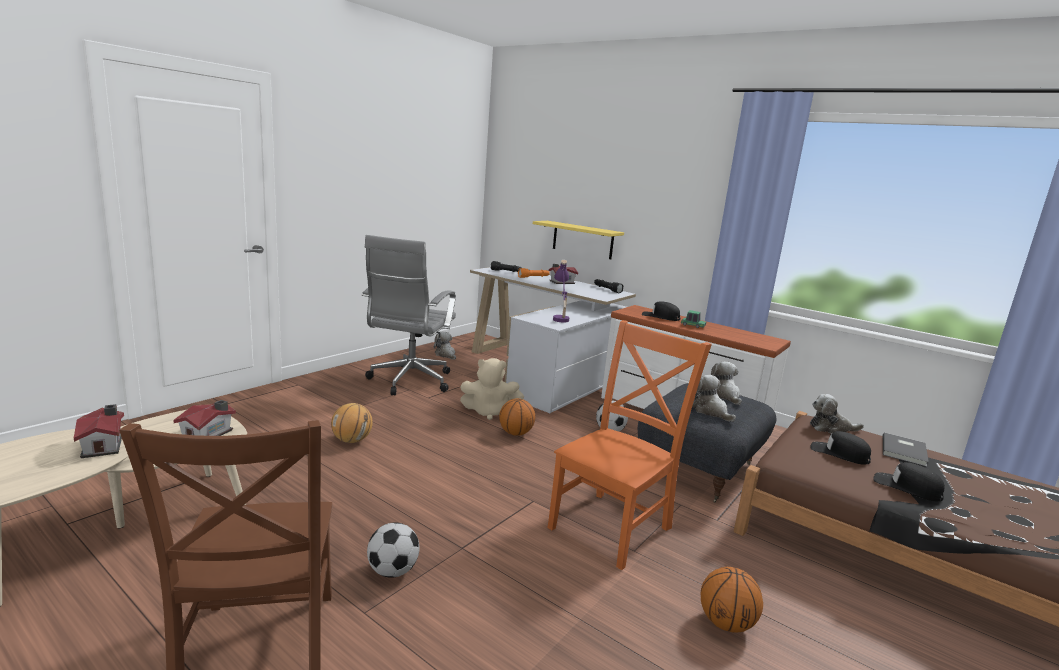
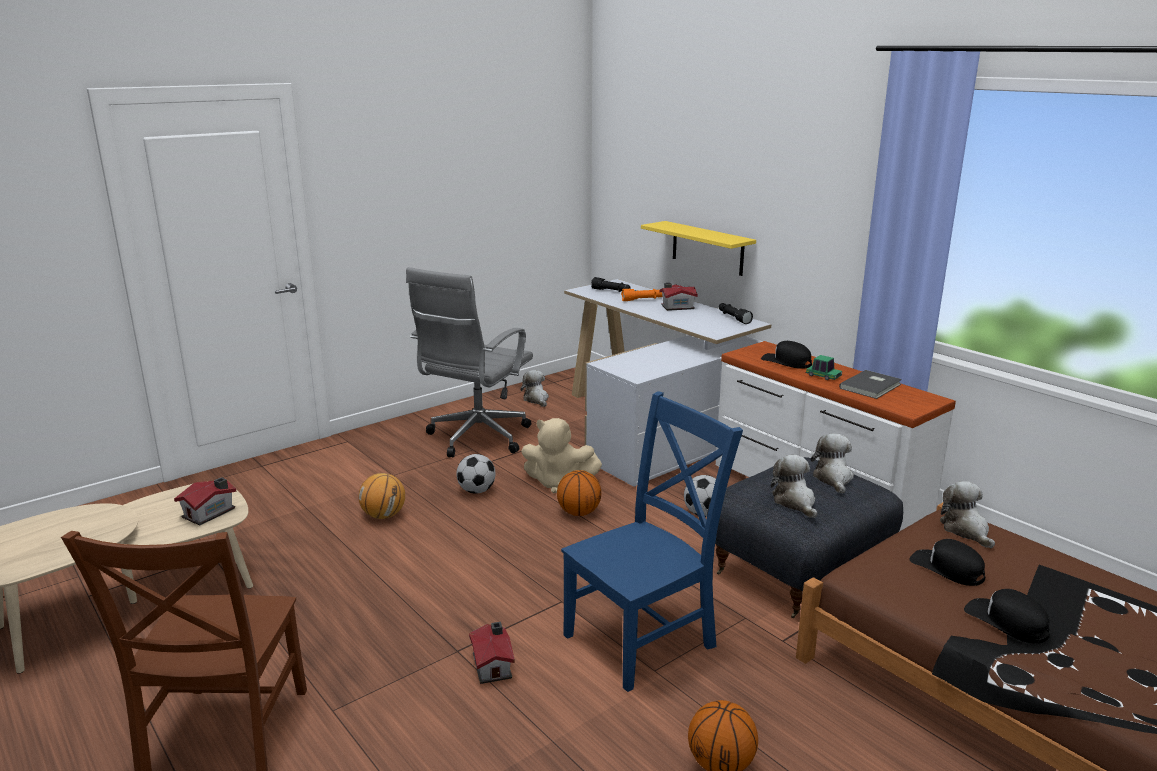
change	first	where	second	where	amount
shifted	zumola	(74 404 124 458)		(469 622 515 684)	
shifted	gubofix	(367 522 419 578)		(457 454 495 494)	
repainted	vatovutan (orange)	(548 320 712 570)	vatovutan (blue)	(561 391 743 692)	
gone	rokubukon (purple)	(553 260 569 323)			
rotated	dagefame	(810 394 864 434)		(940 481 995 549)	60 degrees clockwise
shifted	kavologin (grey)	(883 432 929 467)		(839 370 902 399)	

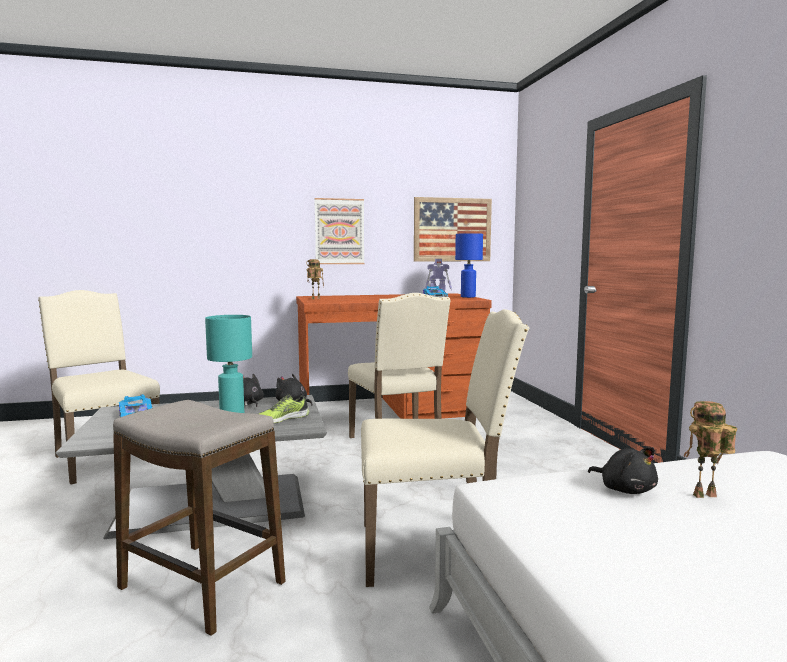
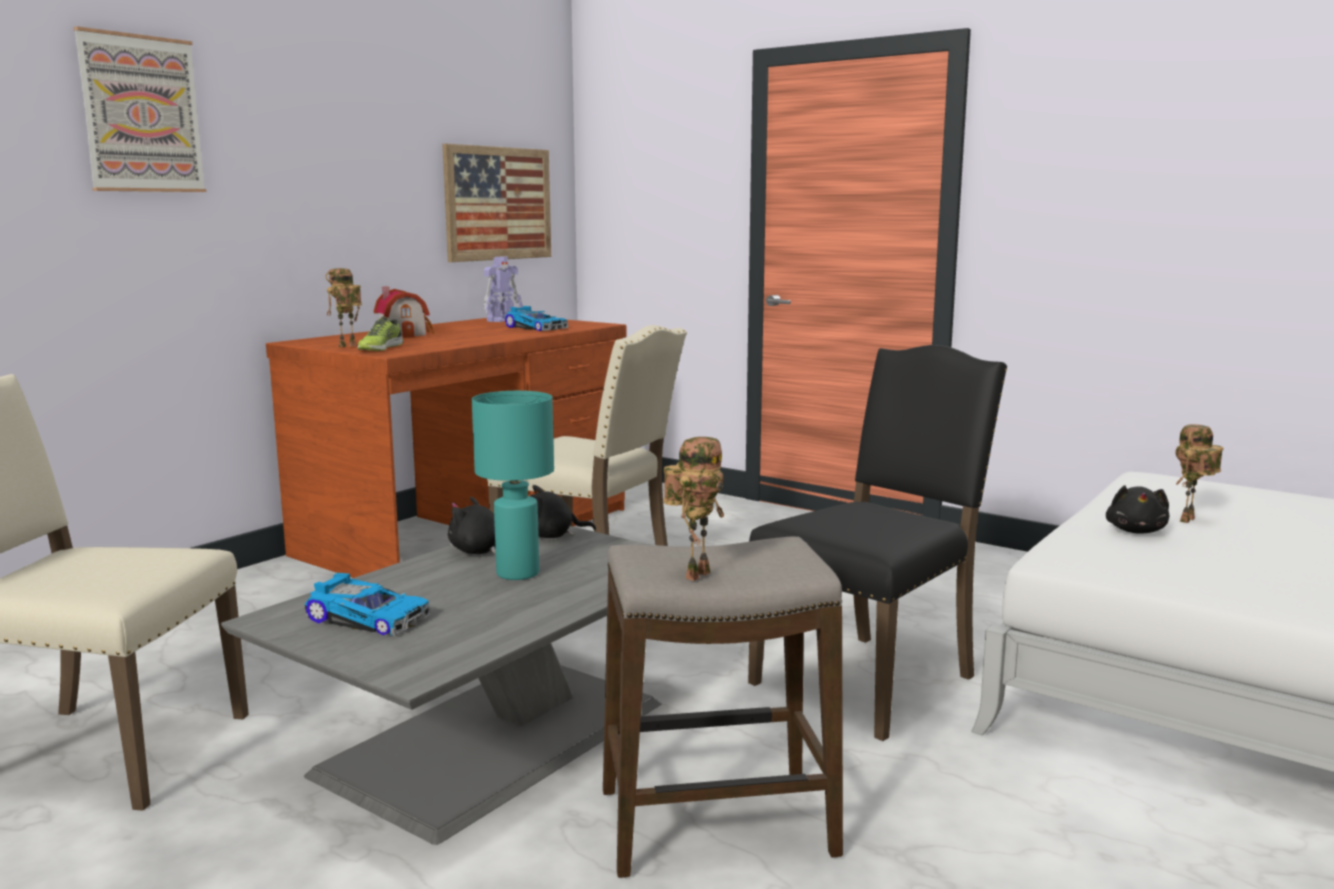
change	first	where	second	where	amount
shifted	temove	(259 394 309 423)		(357 317 403 351)	
shifted	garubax	(315 198 364 264)		(73 26 206 192)	
repainted	vatovutan (beige)	(361 309 529 587)	vatovutan (black)	(748 345 1007 741)	
gone	rokubukon (blue)	(455 233 483 298)			
rotated	dagefame (black)	(588 447 658 494)		(1106 485 1169 534)	90 degrees clockwise
new			zumola	(374 286 435 338)	
new			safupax	(664 437 724 581)	

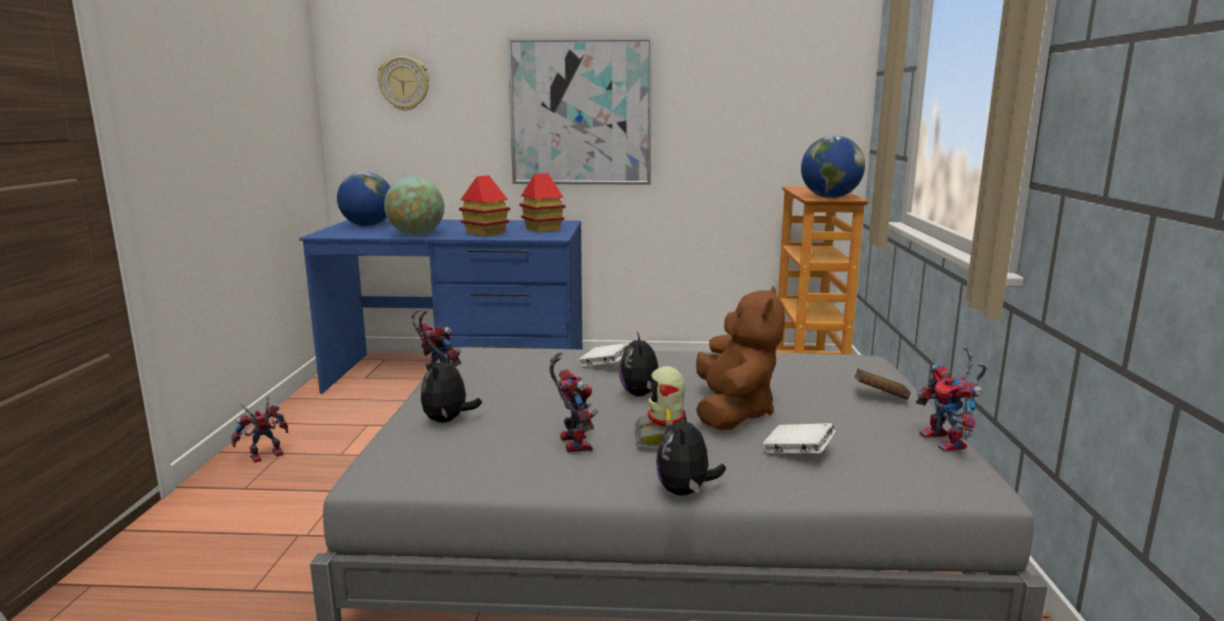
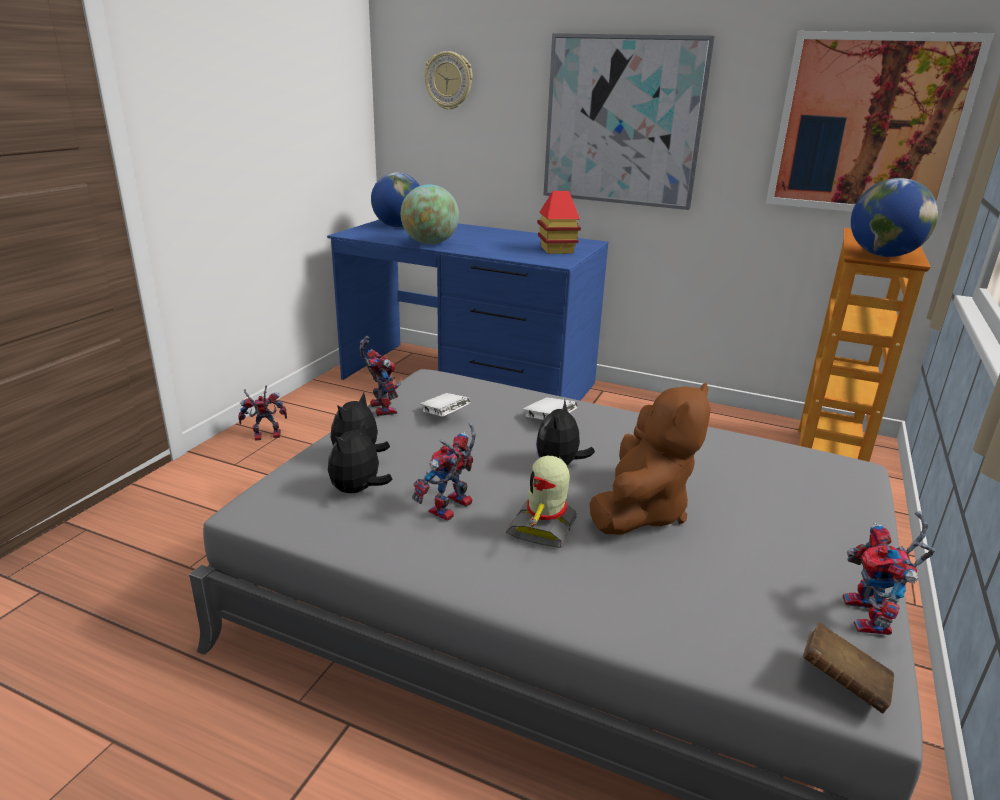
change	first	where	second	where	amount
gone	zumola	(459 175 510 237)			
rotated	safupax	(549 352 598 453)		(412 423 476 521)	150 degrees counterclockwise
shifted	dagefame	(656 409 726 496)		(328 420 392 493)	
shifted	kavologin (white)	(763 423 835 454)		(421 393 470 417)	
shifted	kavologin (brown)	(854 368 911 400)		(803 622 894 714)	
new			garubax	(766 31 994 220)	

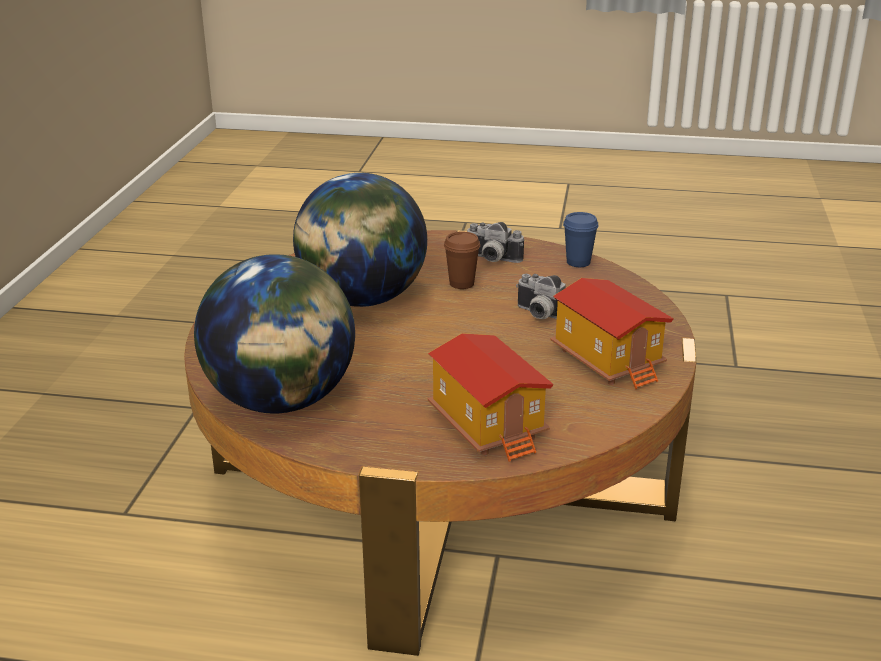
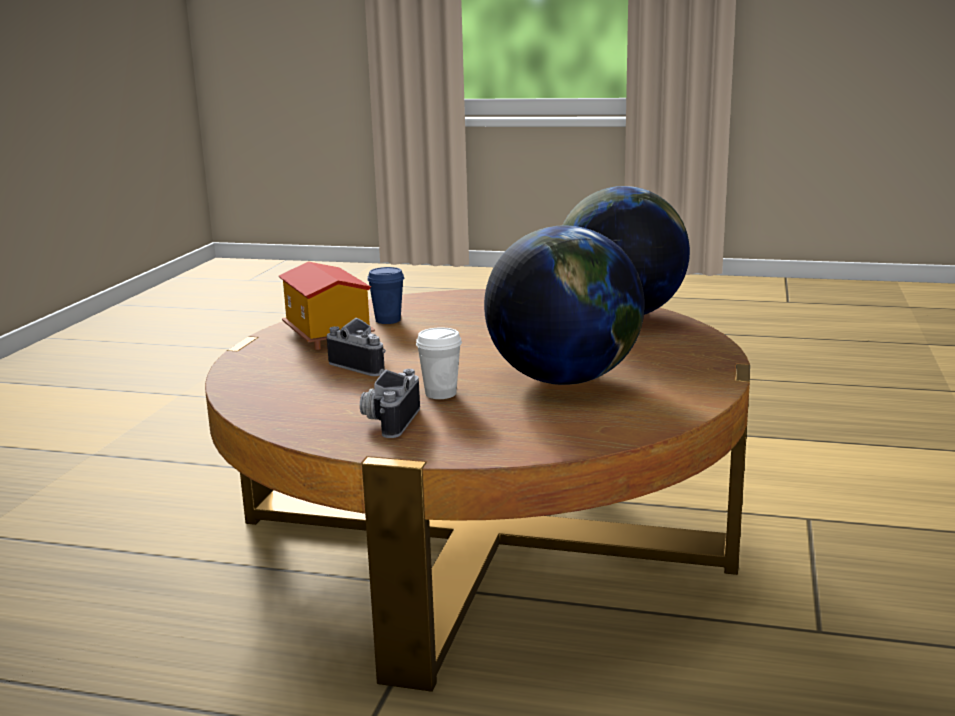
change	first	where	second	where	amount
gone	zumola	(428 333 554 462)			
repainted	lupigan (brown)	(444 232 480 289)	lupigan (white)	(416 327 462 399)	
rotated	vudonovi	(467 222 524 263)		(360 369 420 438)	105 degrees counterclockwise
shifted	lupigan (blue)	(563 212 599 267)		(367 267 404 324)	

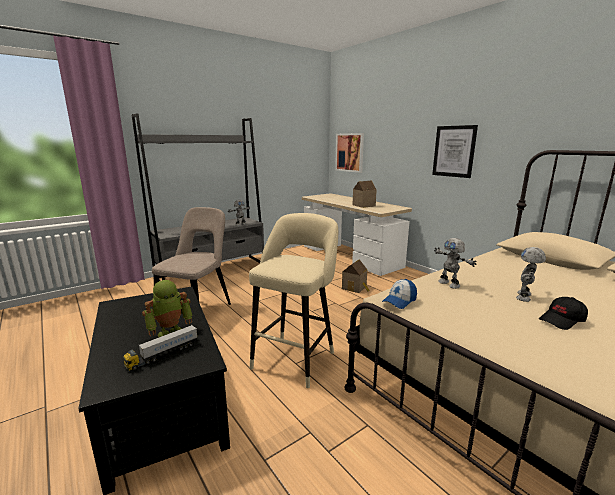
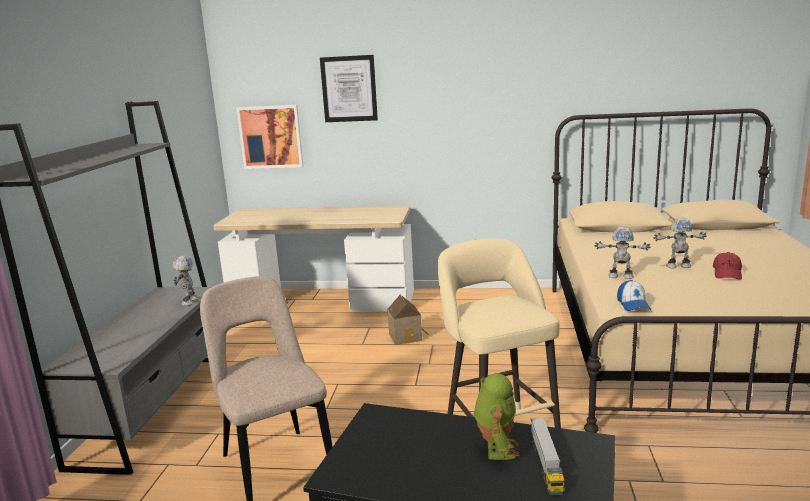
change	first	where	second	where	amount
gone	zumola	(352 181 377 208)			
shifted	garubax	(432 125 478 178)		(320 55 378 122)	
rotated	safupax	(516 247 546 302)		(654 218 707 268)	75 degrees counterclockwise
repainted	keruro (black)	(539 297 588 330)	keruro (red)	(713 252 742 280)	

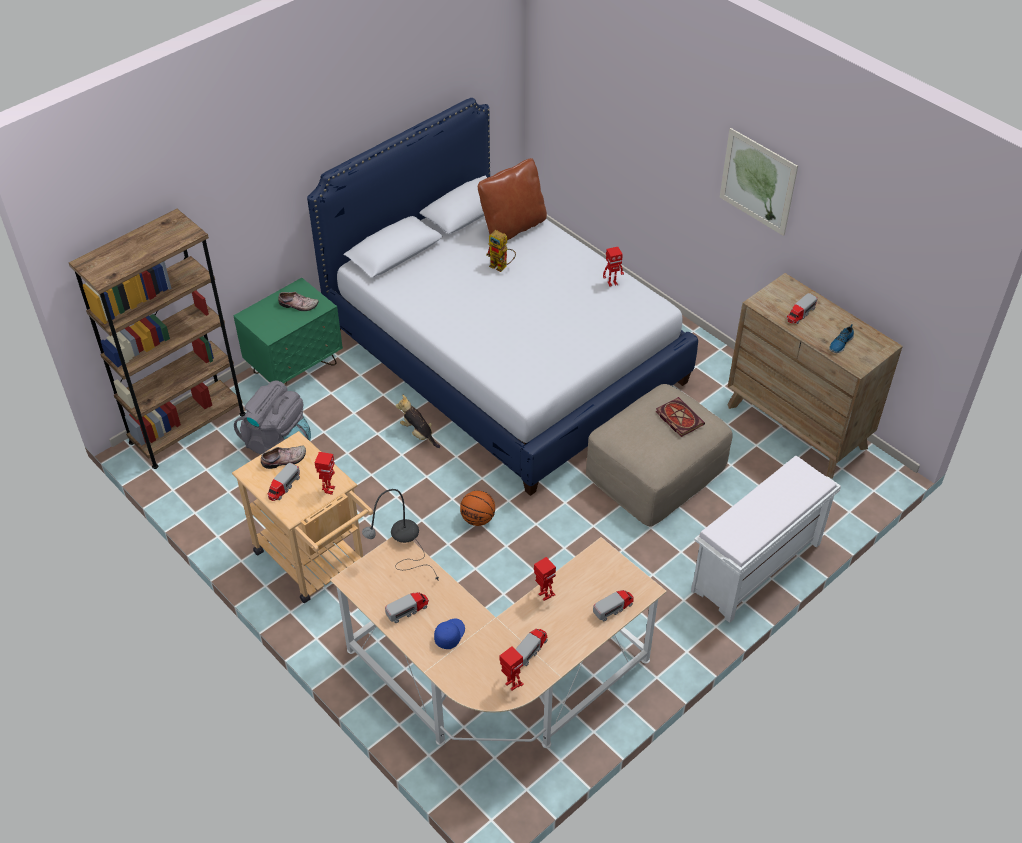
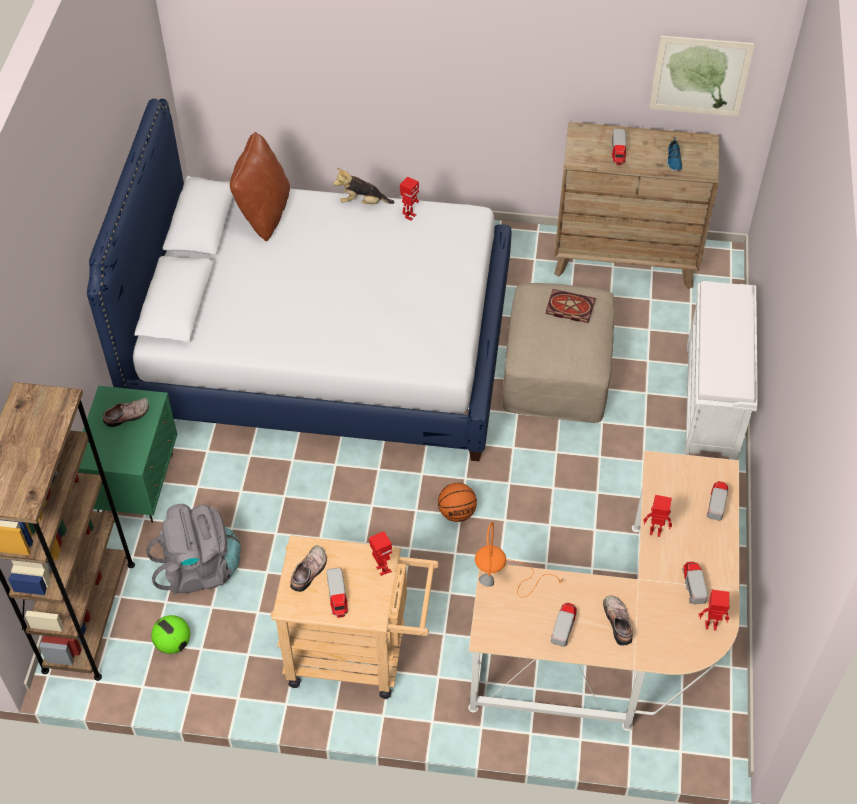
change	first	where	second	where	amount
repainted	rokubukon (grey)	(362 489 439 580)	rokubukon (orange)	(475 522 563 598)	
shifted	dagefame	(395 395 440 448)		(333 168 394 204)	
swapped	keruro (blue)	(434 618 465 649)	temove	(603 596 633 646)	
gone	safupax	(486 230 516 272)			
shifted	garubax	(720 128 798 236)		(649 36 755 116)	
new			gubofix	(151 615 190 654)	

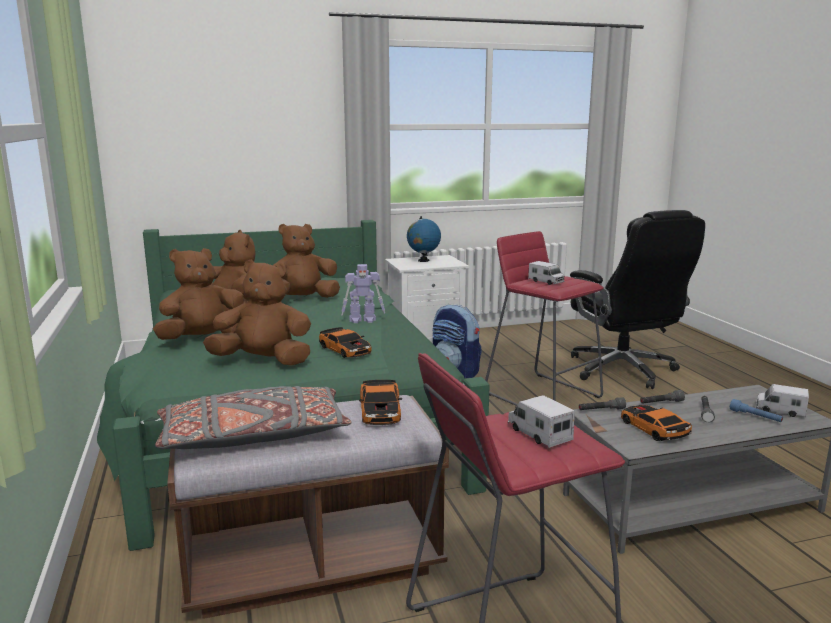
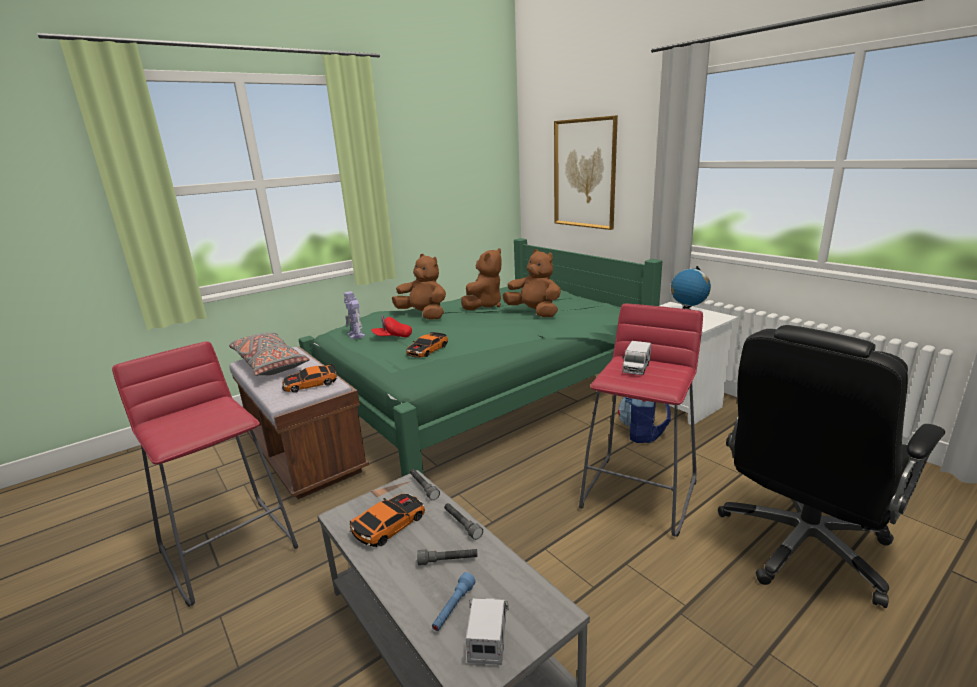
change	first	where	second	where	amount
swapped	dagefame (brown)	(203 259 311 365)	keruro (red)	(371 315 412 337)	
shifted	safupax	(341 264 385 323)		(344 291 365 339)	
gone	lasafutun	(508 395 575 448)			
new			garubax	(554 115 618 230)	

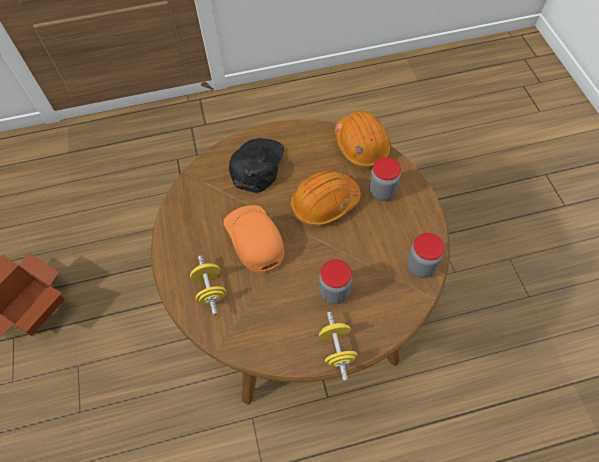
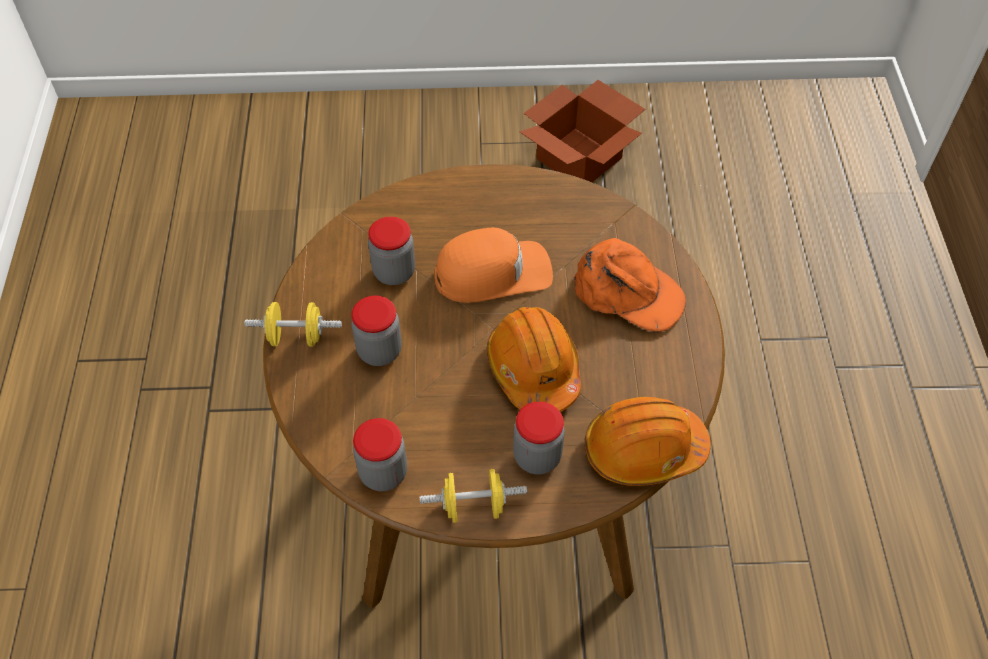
change	first	where	second	where	amount
shifted	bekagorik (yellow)	(190 255 226 315)		(420 469 527 523)	
repainted	keruro (black)	(229 138 284 193)	keruro (orange)	(573 238 686 332)	
new			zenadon	(368 217 415 285)	

